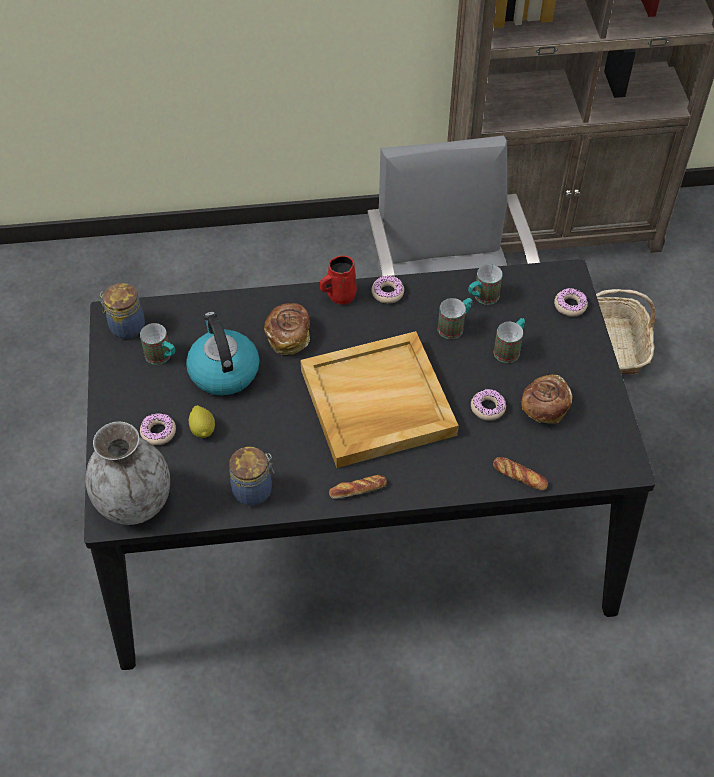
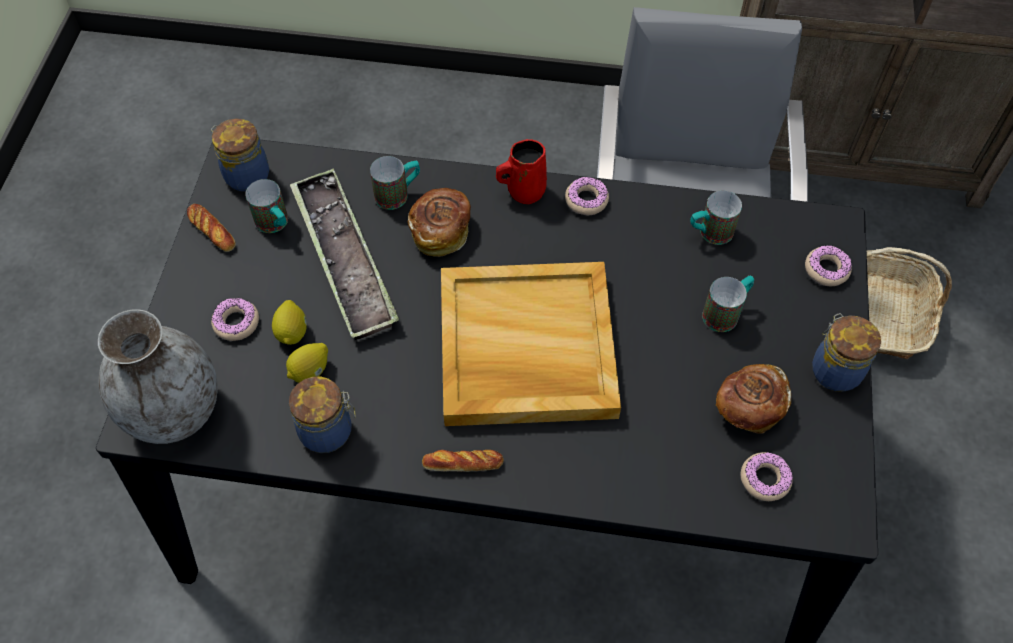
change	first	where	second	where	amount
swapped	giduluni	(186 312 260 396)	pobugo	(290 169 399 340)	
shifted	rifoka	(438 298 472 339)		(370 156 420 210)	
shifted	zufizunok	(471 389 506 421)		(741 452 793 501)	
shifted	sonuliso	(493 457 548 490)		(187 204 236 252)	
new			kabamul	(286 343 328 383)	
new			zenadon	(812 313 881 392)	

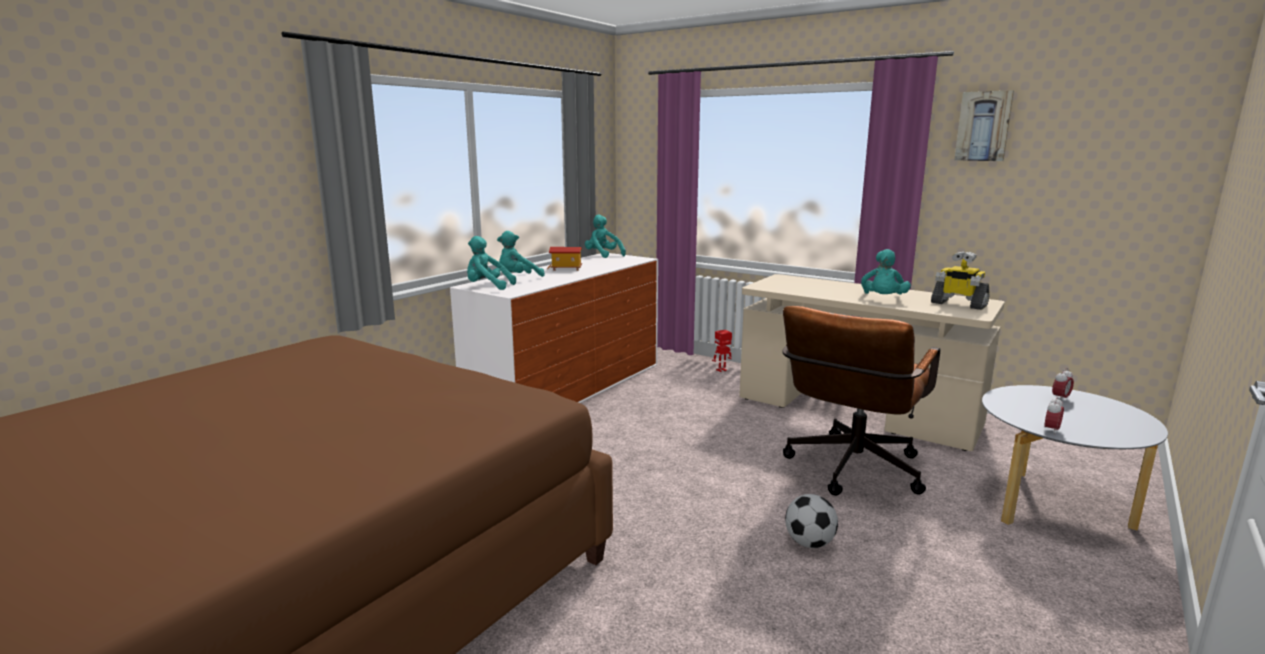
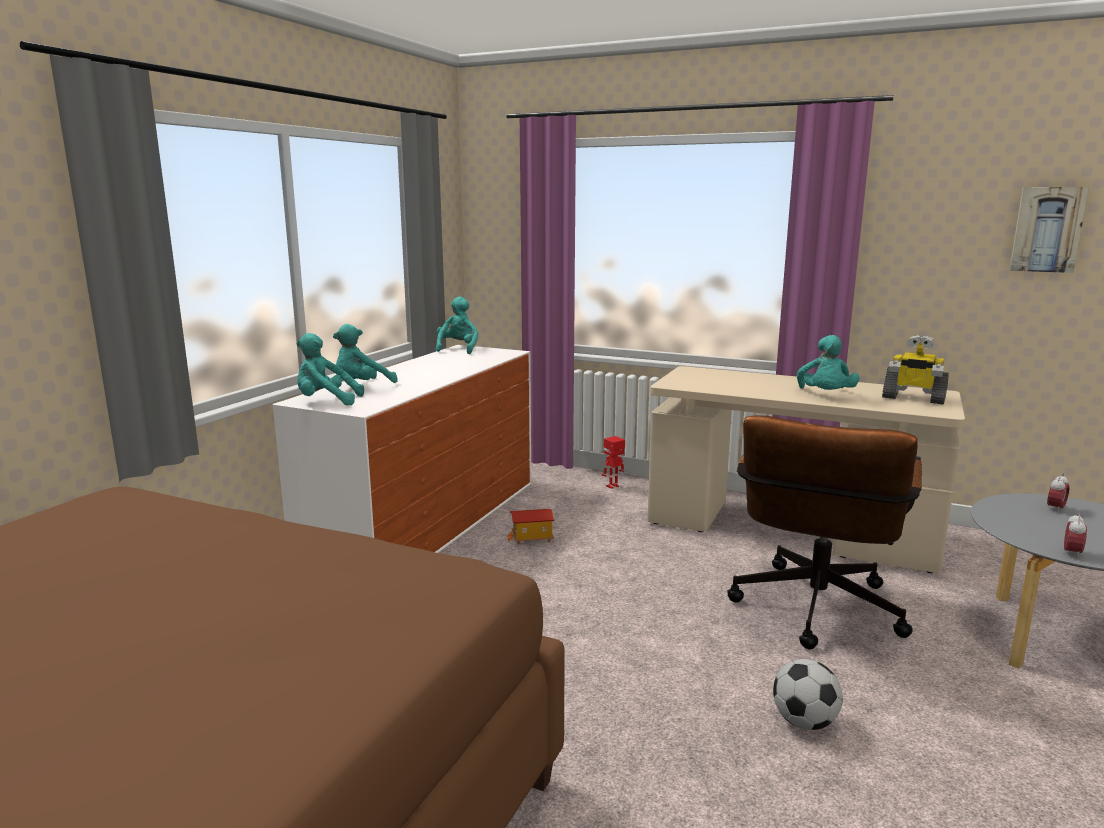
change	first	where	second	where	amount
shifted	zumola	(547 247 582 271)		(507 509 554 544)	
rotated	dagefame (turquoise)	(585 214 626 258)		(436 297 478 354)	60 degrees clockwise
shifted	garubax	(954 90 1014 161)		(1010 187 1089 273)	

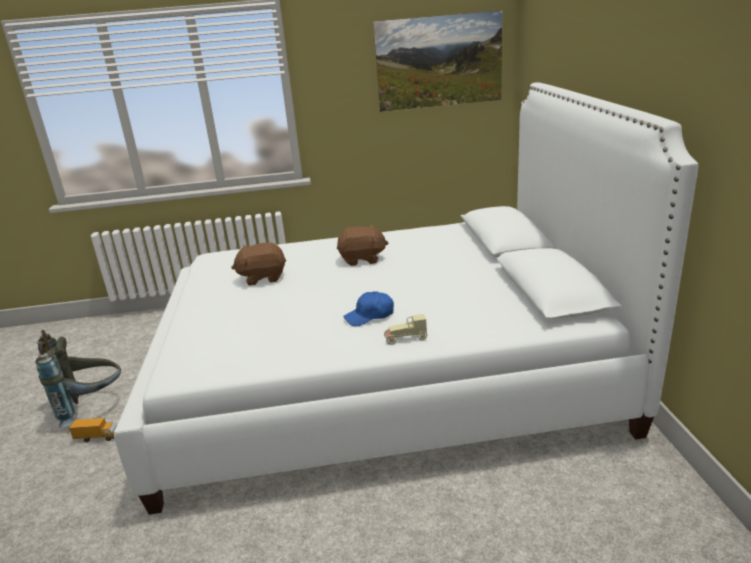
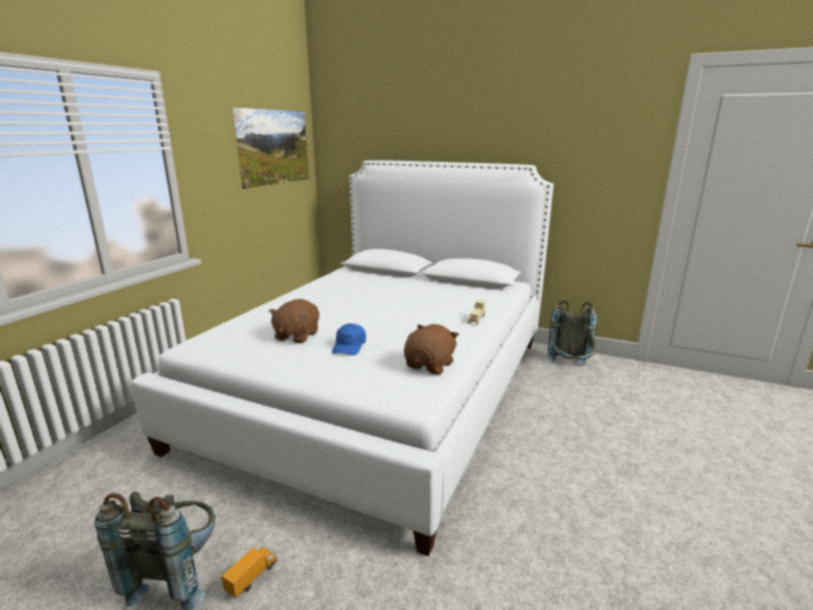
change	first	where	second	where	amount
shifted	dagefame (brown)	(337 225 388 266)		(404 324 459 375)	
shifted	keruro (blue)	(343 291 394 326)		(332 323 366 355)	
new			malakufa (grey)	(545 300 597 365)	

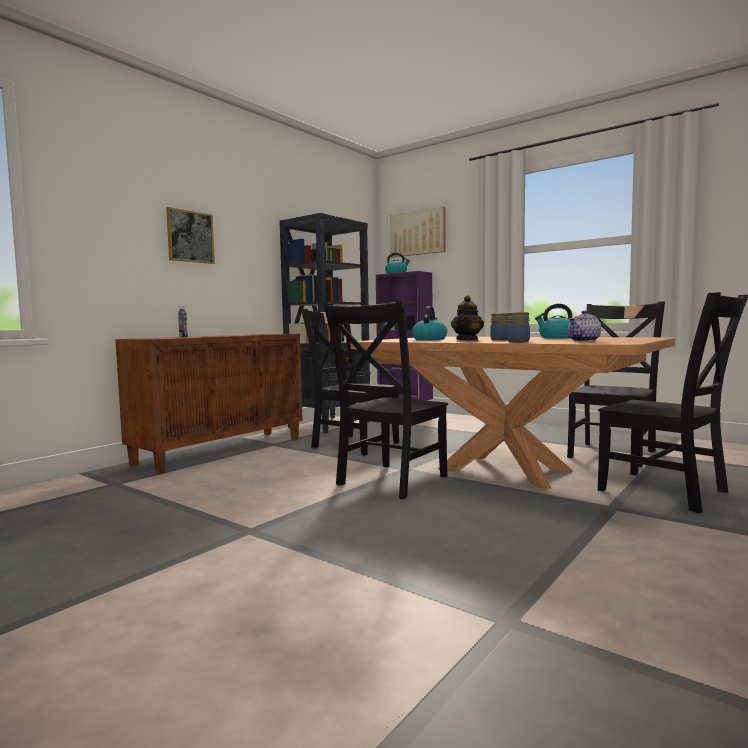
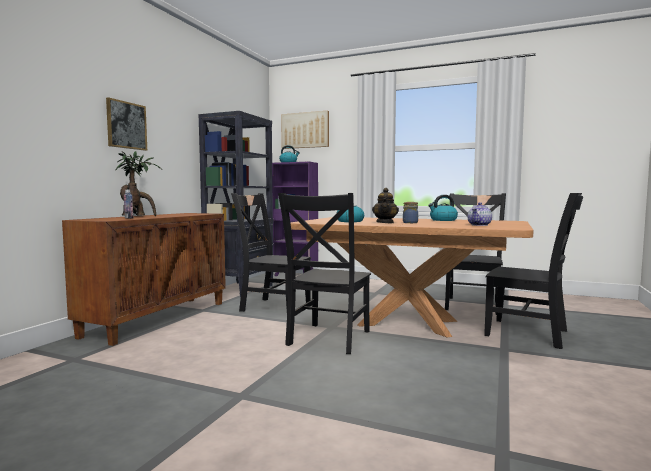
change	first	where	second	where	amount
gone	zenadon	(507 311 530 342)			
new			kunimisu	(116 151 162 216)	

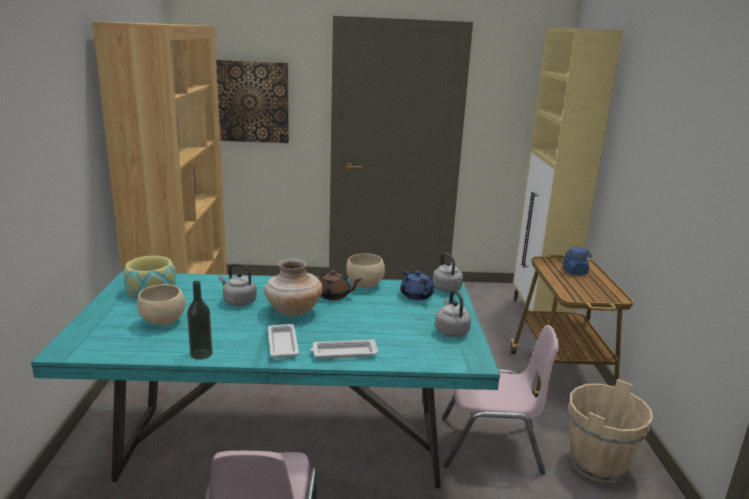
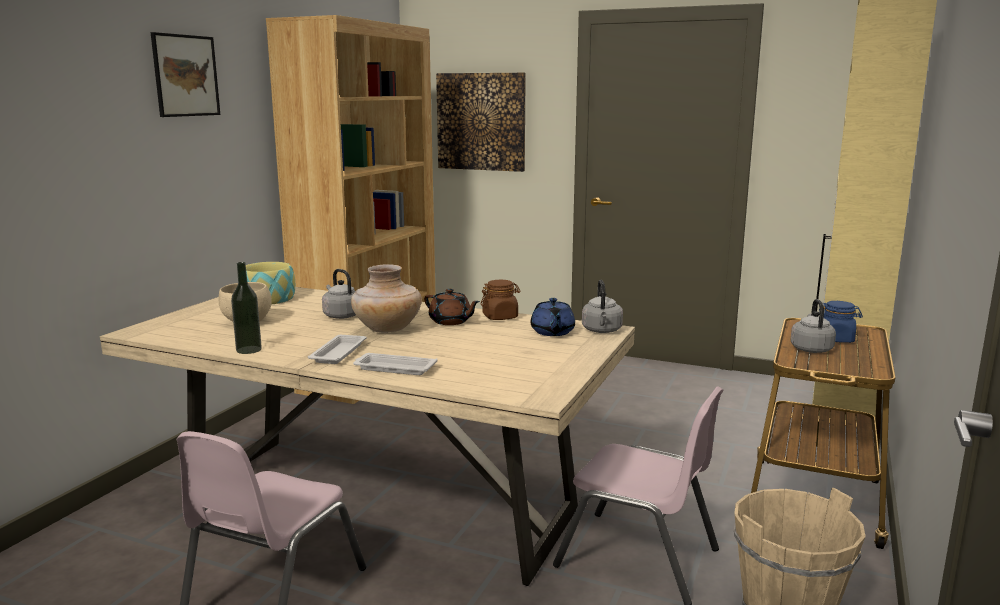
change	first	where	second	where	amount
repainted	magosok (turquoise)	(31 271 500 489)	magosok (beige)	(100 287 635 586)	
swapped	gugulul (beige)	(346 253 385 288)	zenadon (brown)	(481 280 521 320)	
shifted	giduluni (grey)	(435 290 471 337)		(790 299 836 353)	
new			garubax	(151 32 220 117)	

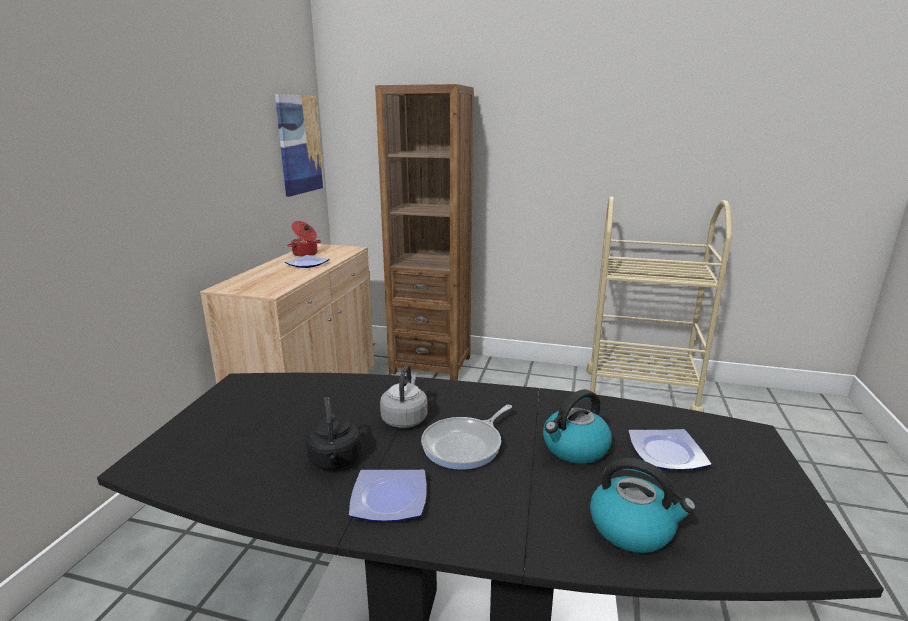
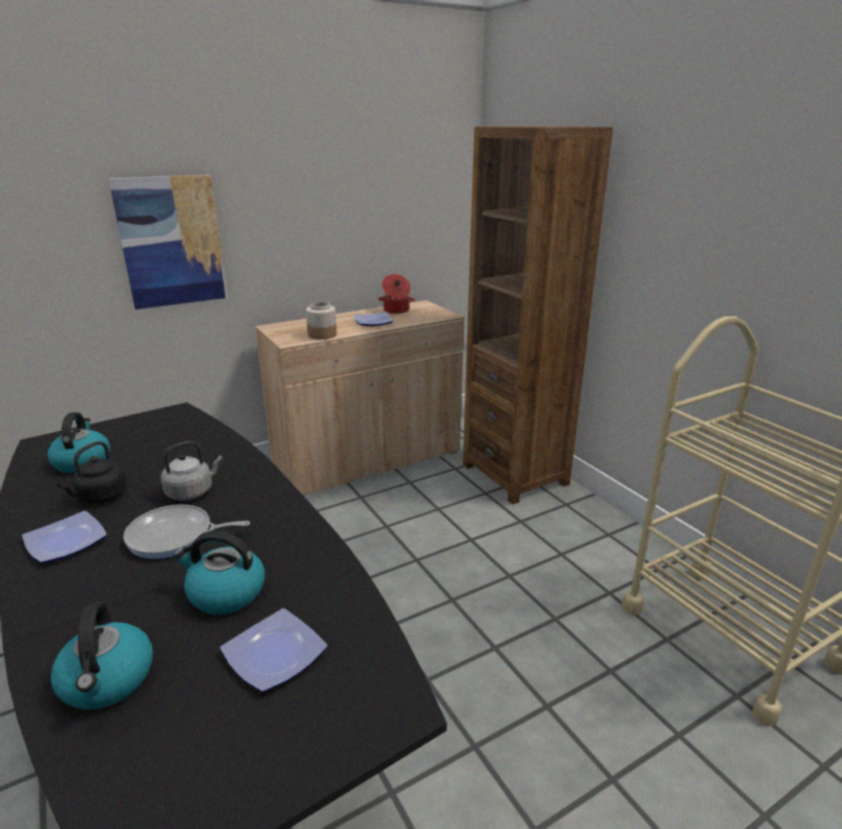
change	first	where	second	where	amount
shifted	garubax	(275 94 324 197)		(108 175 228 310)	
new			giduluni	(47 412 110 473)	
new			zenadon	(306 302 337 339)	

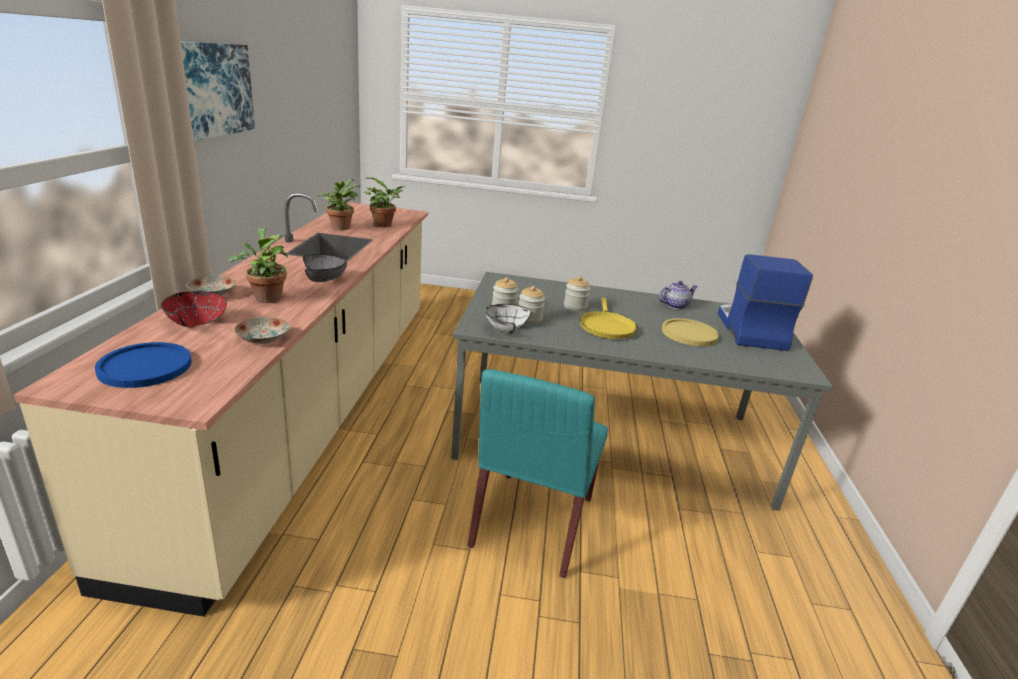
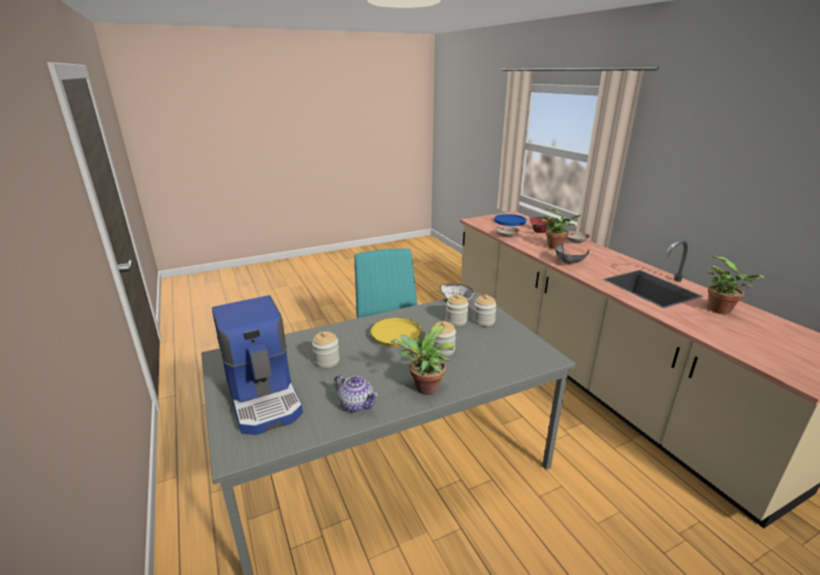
change	first	where	second	where	amount
gone	garubax	(181 41 255 141)			
shifted	kunimisu	(365 177 406 227)		(390 326 454 395)	
rotated	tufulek	(659 281 698 309)		(334 375 378 412)	90 degrees counterclockwise
swapped	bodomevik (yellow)	(662 318 719 346)	zenadon	(312 331 340 368)	

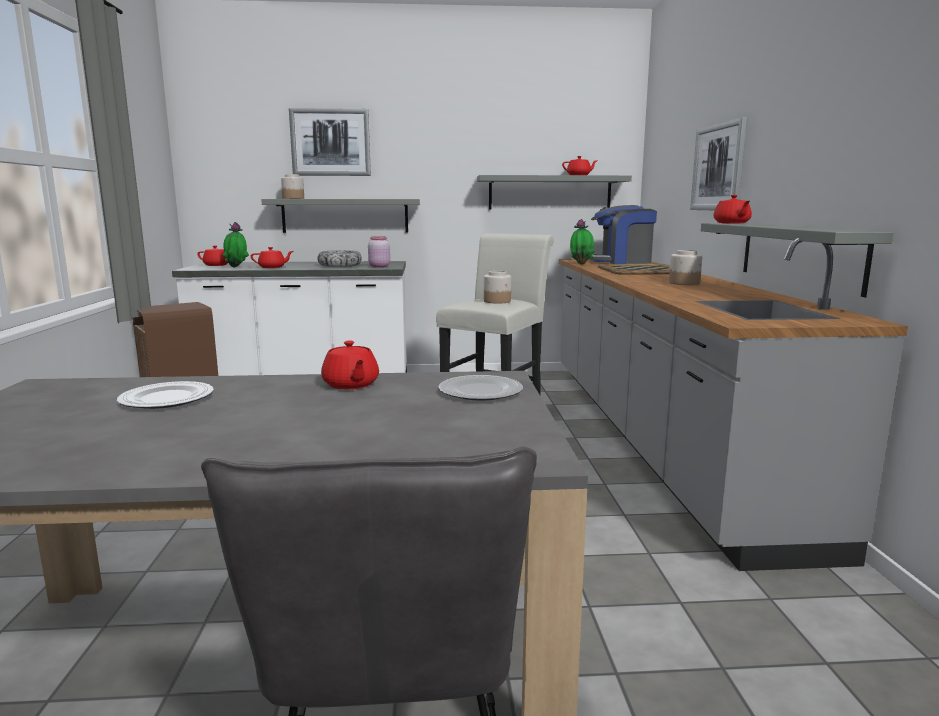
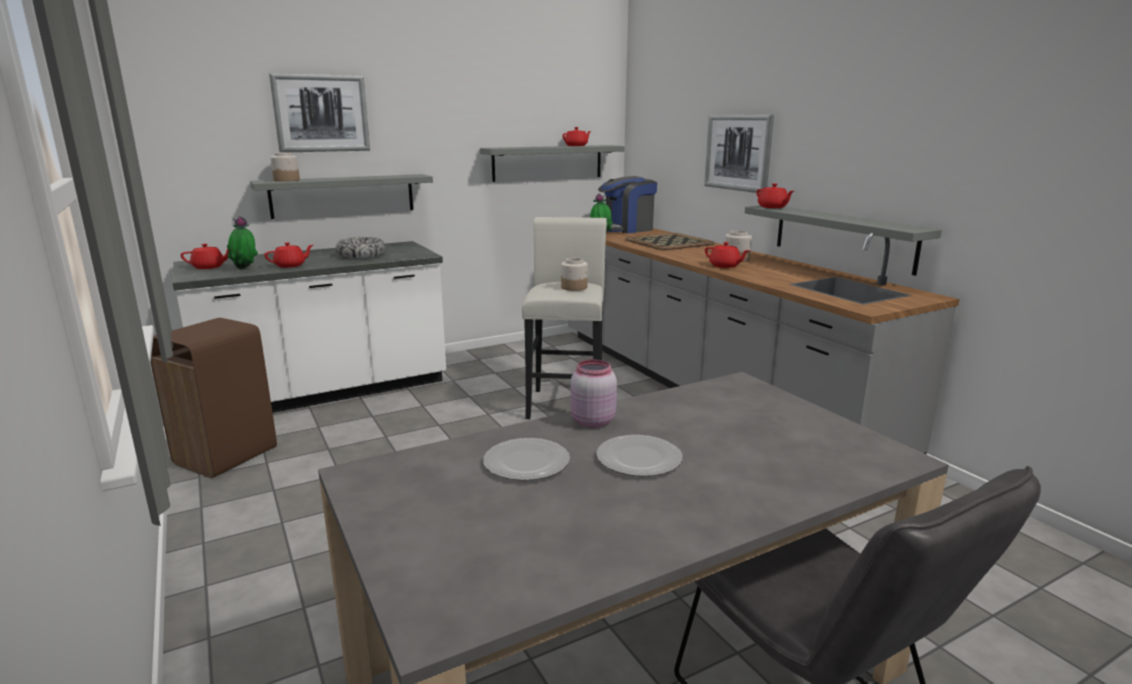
change	first	where	second	where	amount
shifted	tufulek (red)	(321 341 379 389)		(705 242 750 268)	
shifted	zenadon (pink)	(368 236 390 267)		(571 359 617 428)	
shifted	bodomevik	(438 375 523 401)		(596 435 682 476)	

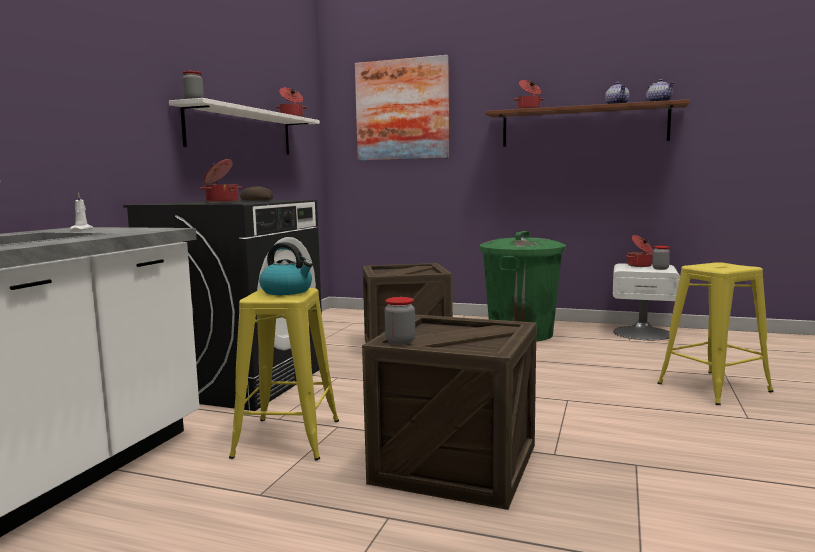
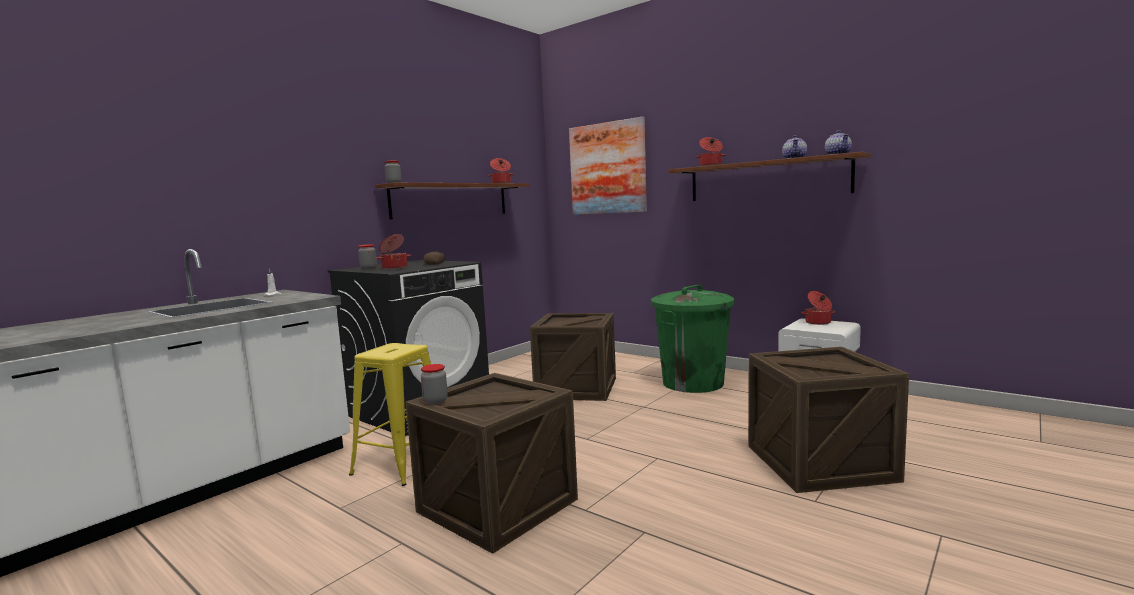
change	first	where	second	where	amount
repainted	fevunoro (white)	(169 98 320 155)	fevunoro (brown)	(375 183 529 220)	
gone	giduluni	(259 242 313 295)			
shifted	zenadon	(652 246 670 270)		(358 244 377 270)	
swapped	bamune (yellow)	(657 262 774 405)	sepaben	(749 347 909 493)	

